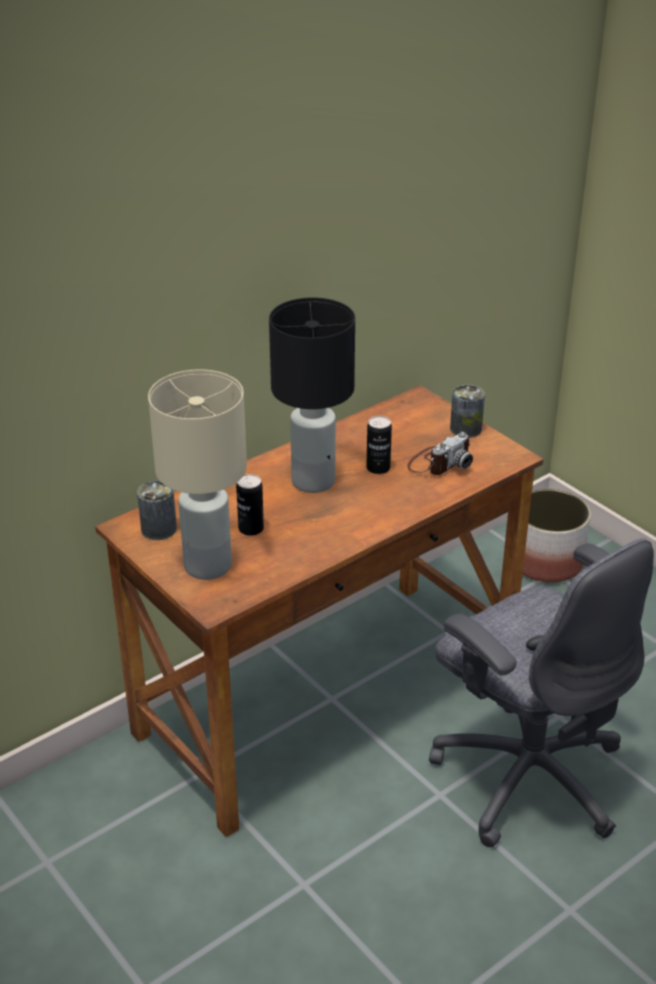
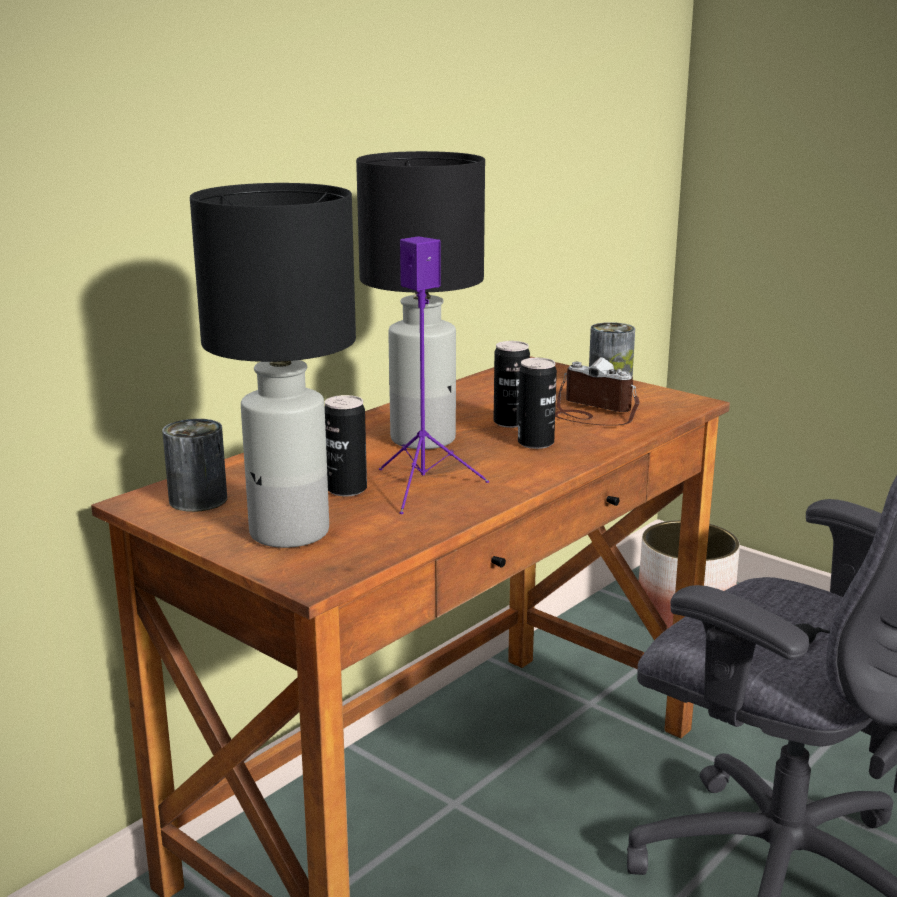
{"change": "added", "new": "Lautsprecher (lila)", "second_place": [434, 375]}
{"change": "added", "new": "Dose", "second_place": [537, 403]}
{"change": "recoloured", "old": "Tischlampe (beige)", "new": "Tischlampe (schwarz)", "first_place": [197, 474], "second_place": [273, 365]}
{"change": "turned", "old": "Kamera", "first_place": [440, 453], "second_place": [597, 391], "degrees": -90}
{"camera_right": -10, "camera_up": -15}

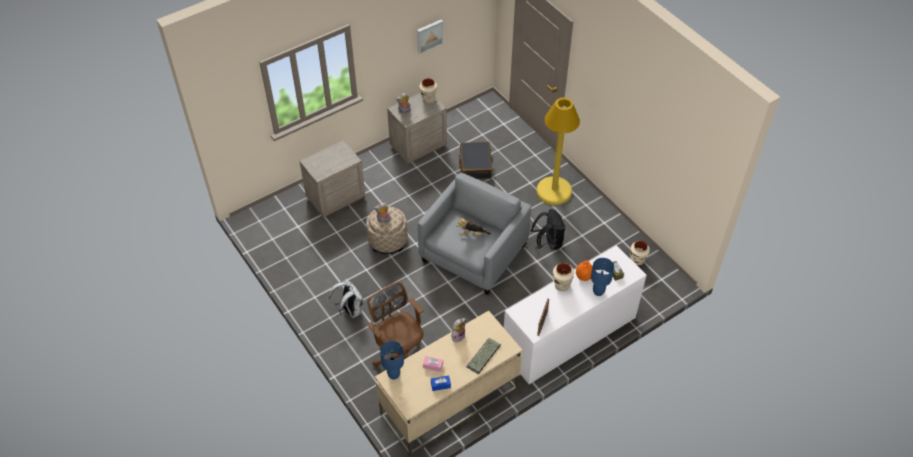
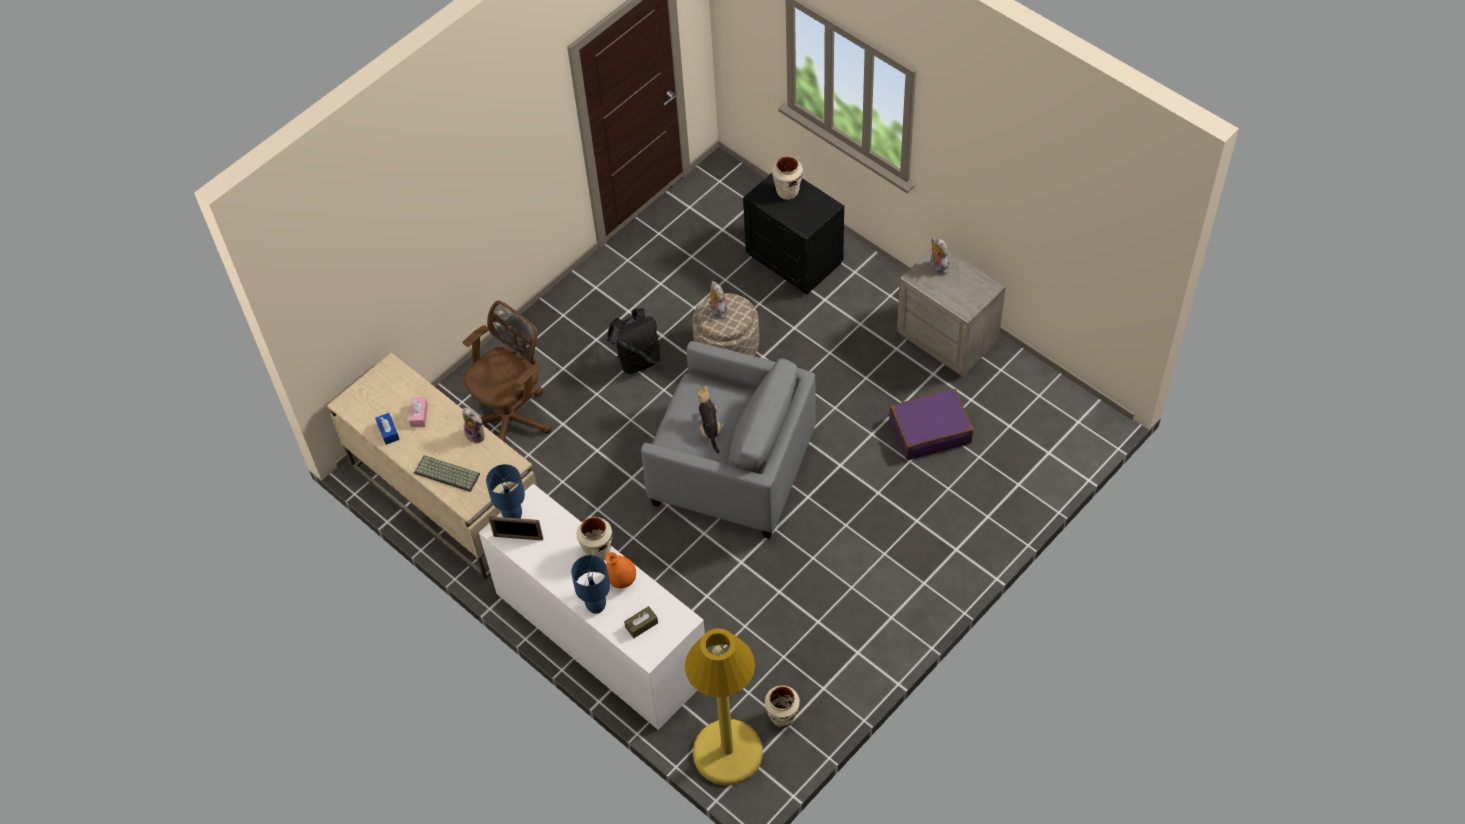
{"change": "removed", "old": "Rucksack (weiß)", "first_place": [346, 298]}
{"change": "removed", "old": "Bild", "first_place": [430, 36]}
{"change": "moved", "old": "Tischlampe (blau)", "first_place": [392, 360], "second_place": [505, 491]}
{"change": "moved", "old": "Vase (beige)", "first_place": [428, 91], "second_place": [787, 178]}
{"change": "moved", "old": "Rucksack (schwarz)", "first_place": [548, 230], "second_place": [633, 341]}
{"change": "moved", "old": "Stehlampe (gelb)", "first_place": [558, 151], "second_place": [724, 707]}
{"change": "recoloured", "old": "Nachttisch (beige)", "new": "Nachttisch (schwarz)", "first_place": [332, 178], "second_place": [793, 233]}
{"change": "recoloured", "old": "Koffer (schwarz)", "new": "Koffer (lila)", "first_place": [475, 160], "second_place": [931, 424]}
{"camera_right": 80, "camera_up": 5}

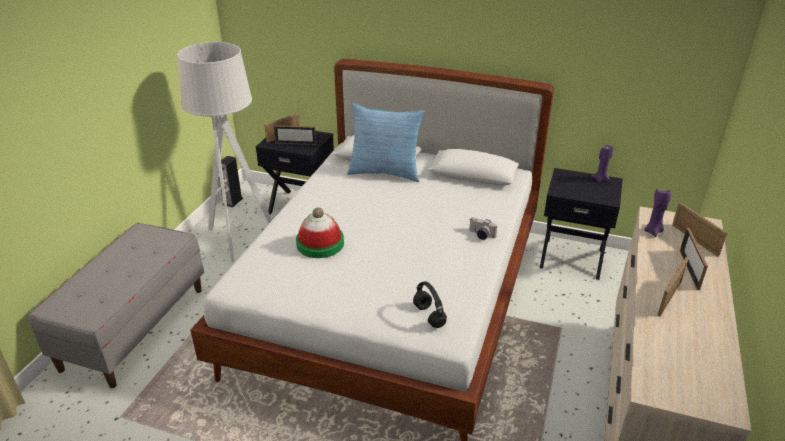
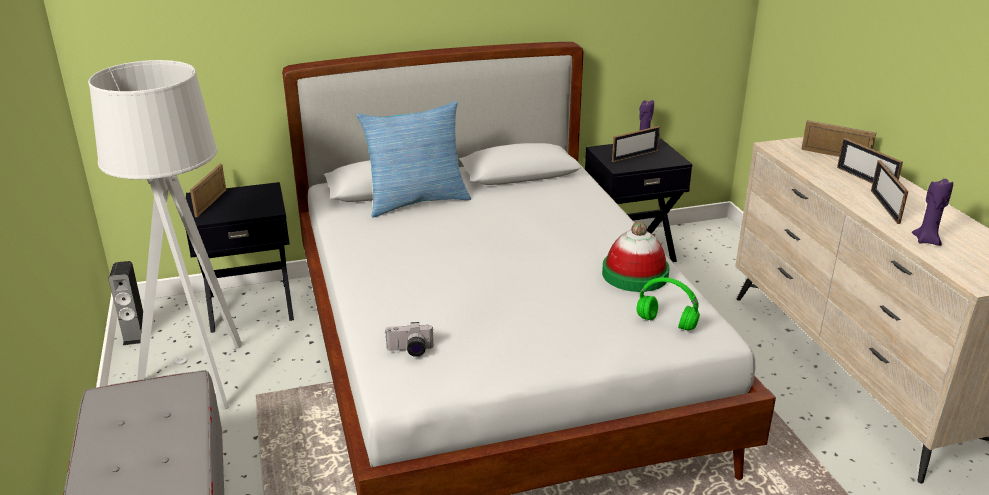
{"change": "moved", "old": "Bilderrahmen", "first_place": [295, 135], "second_place": [636, 144]}
{"change": "moved", "old": "Hut", "first_place": [320, 232], "second_place": [636, 257]}
{"change": "moved", "old": "Kamera", "first_place": [483, 228], "second_place": [409, 339]}
{"change": "moved", "old": "Kerze (lila)", "first_place": [657, 212], "second_place": [932, 212]}
{"change": "recoloured", "old": "Kopfhörer (schwarz)", "new": "Kopfhörer (grün)", "first_place": [430, 304], "second_place": [668, 303]}
{"camera_right": -35, "camera_up": -5}

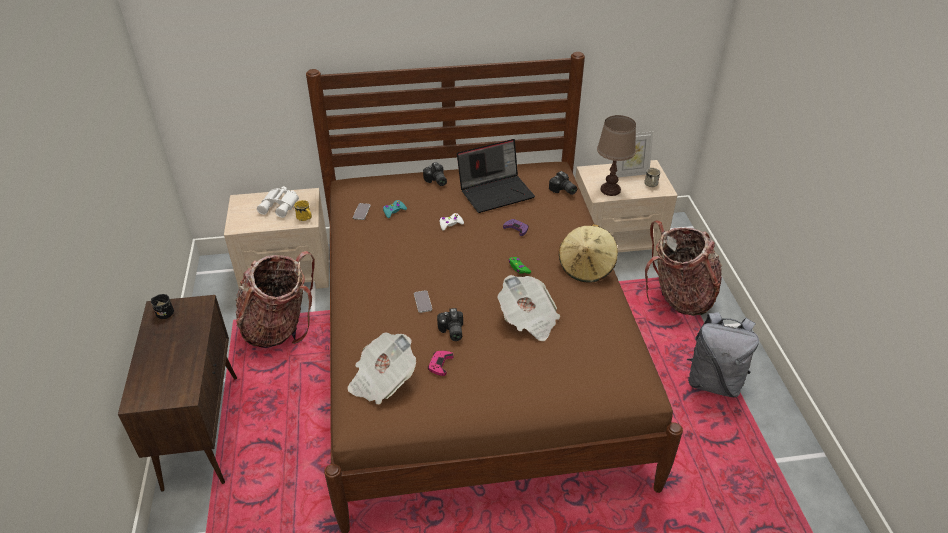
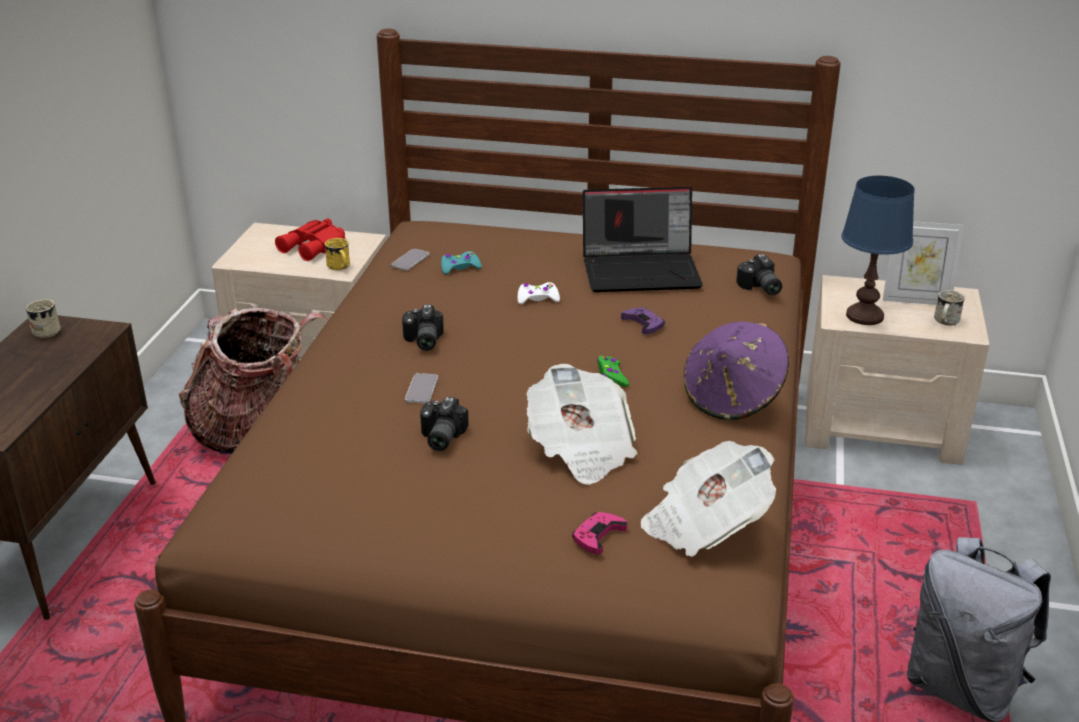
{"change": "removed", "old": "Rucksack", "first_place": [683, 268]}
{"change": "moved", "old": "Zeitung", "first_place": [382, 368], "second_place": [708, 499]}
{"change": "moved", "old": "Kamera", "first_place": [435, 174], "second_place": [423, 327]}
{"change": "moved", "old": "Gamepad (rosa)", "first_place": [440, 363], "second_place": [600, 533]}
{"change": "recoloured", "old": "Henkelbecher (schwarz)", "new": "Henkelbecher (beige)", "first_place": [162, 306], "second_place": [43, 318]}
{"change": "recoloured", "old": "Fernglas (weiß)", "new": "Fernglas (rot)", "first_place": [278, 202], "second_place": [310, 239]}
{"change": "recoloured", "old": "Hut (beige)", "new": "Hut (lila)", "first_place": [588, 253], "second_place": [736, 371]}
{"change": "recoloured", "old": "Tischlampe (braun)", "new": "Tischlampe (blau)", "first_place": [616, 155], "second_place": [878, 250]}
{"camera_right": 20, "camera_up": -10}

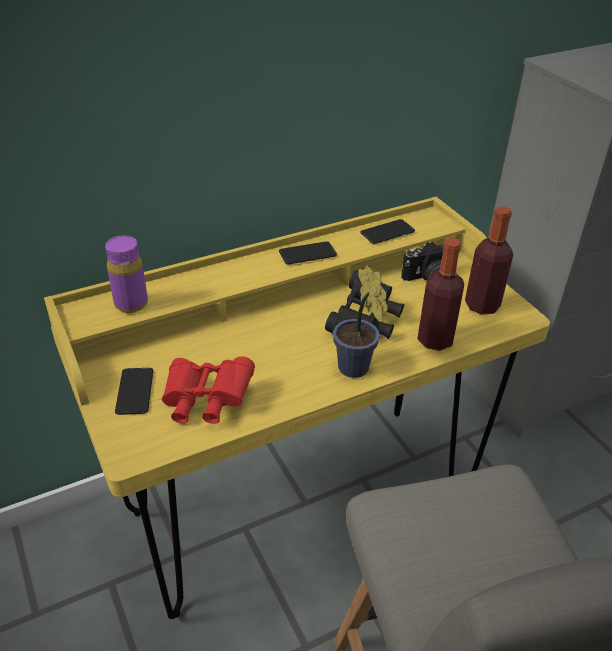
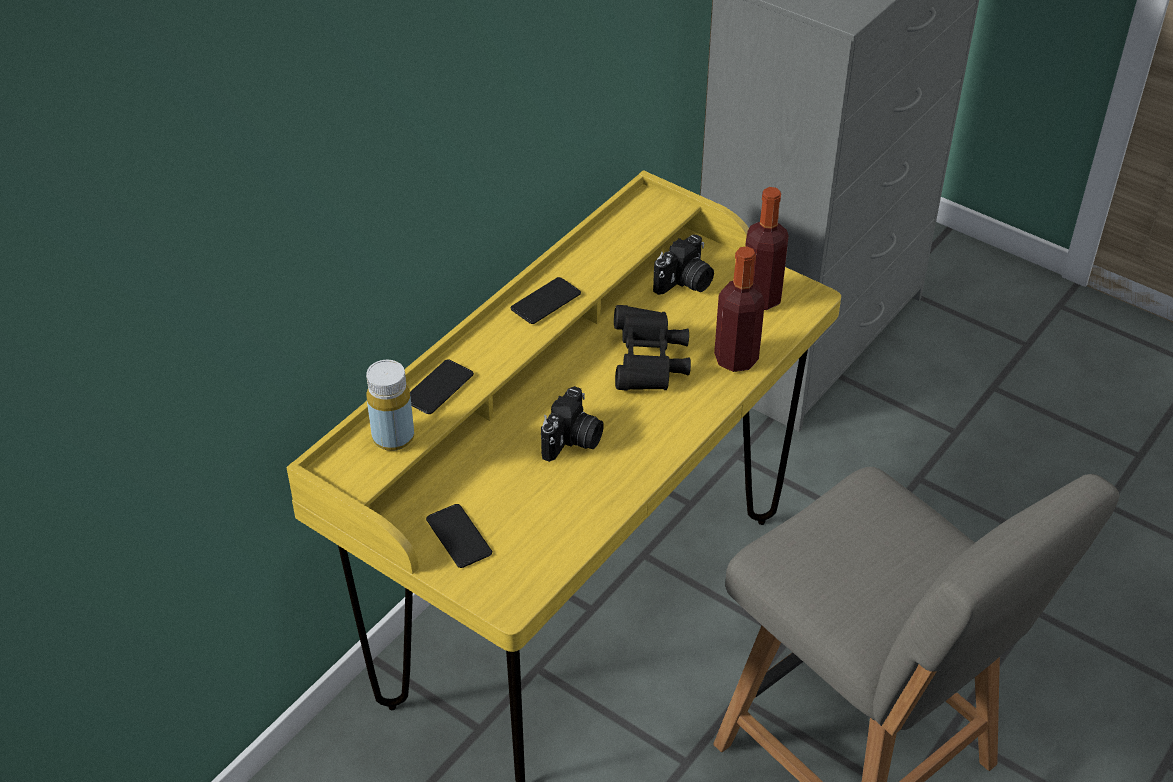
{"change": "removed", "old": "Fernglas (rot)", "first_place": [208, 390]}
{"change": "removed", "old": "Topfpflanze", "first_place": [360, 321]}
{"change": "added", "new": "Kamera", "second_place": [572, 424]}
{"change": "moved", "old": "Handy", "first_place": [387, 231], "second_place": [442, 386]}
{"change": "recoloured", "old": "Flasche (lila)", "new": "Flasche (gelb)", "first_place": [126, 274], "second_place": [390, 405]}
{"camera_right": -25, "camera_up": 5}

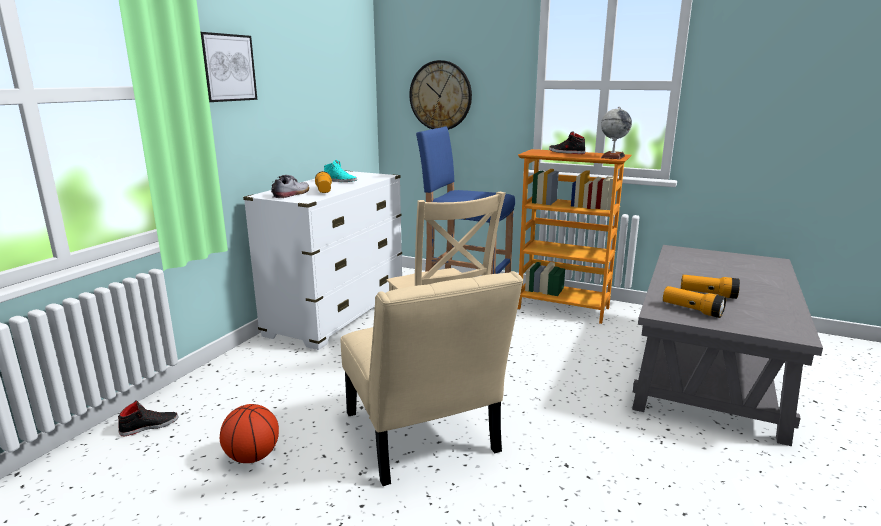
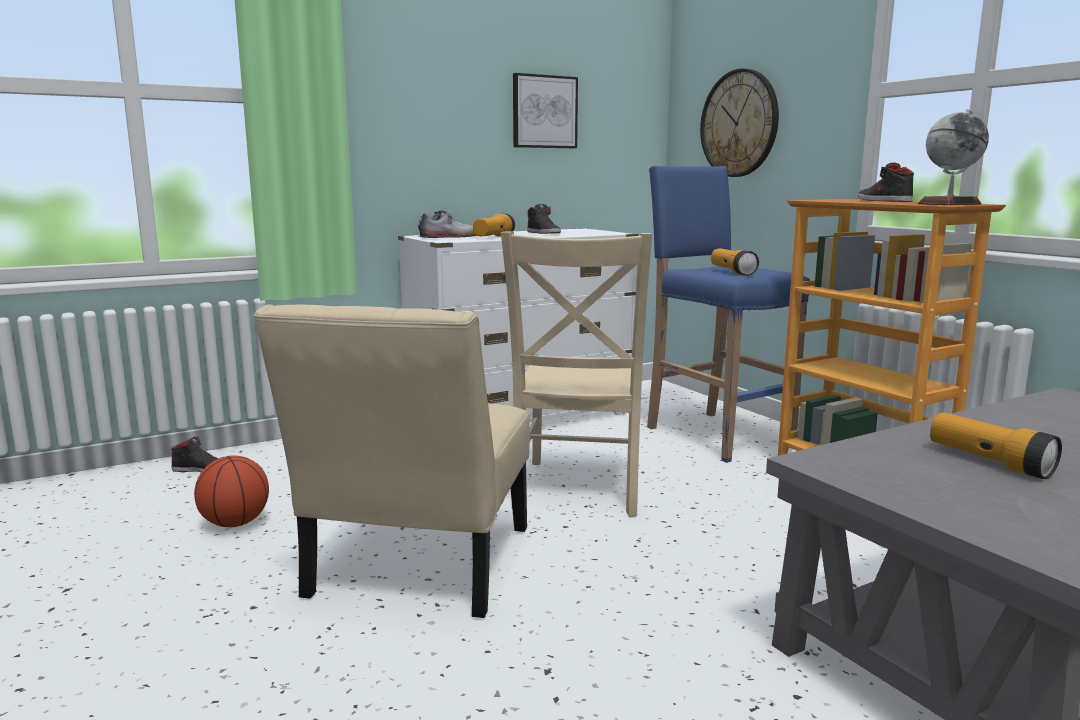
{"change": "moved", "old": "Bild", "first_place": [229, 67], "second_place": [545, 110]}
{"change": "moved", "old": "Taschenlampe", "first_place": [694, 302], "second_place": [735, 262]}
{"change": "recoloured", "old": "Schuh (türkis)", "new": "Schuh (schwarz)", "first_place": [340, 171], "second_place": [544, 219]}
{"camera_right": 35, "camera_up": -5}

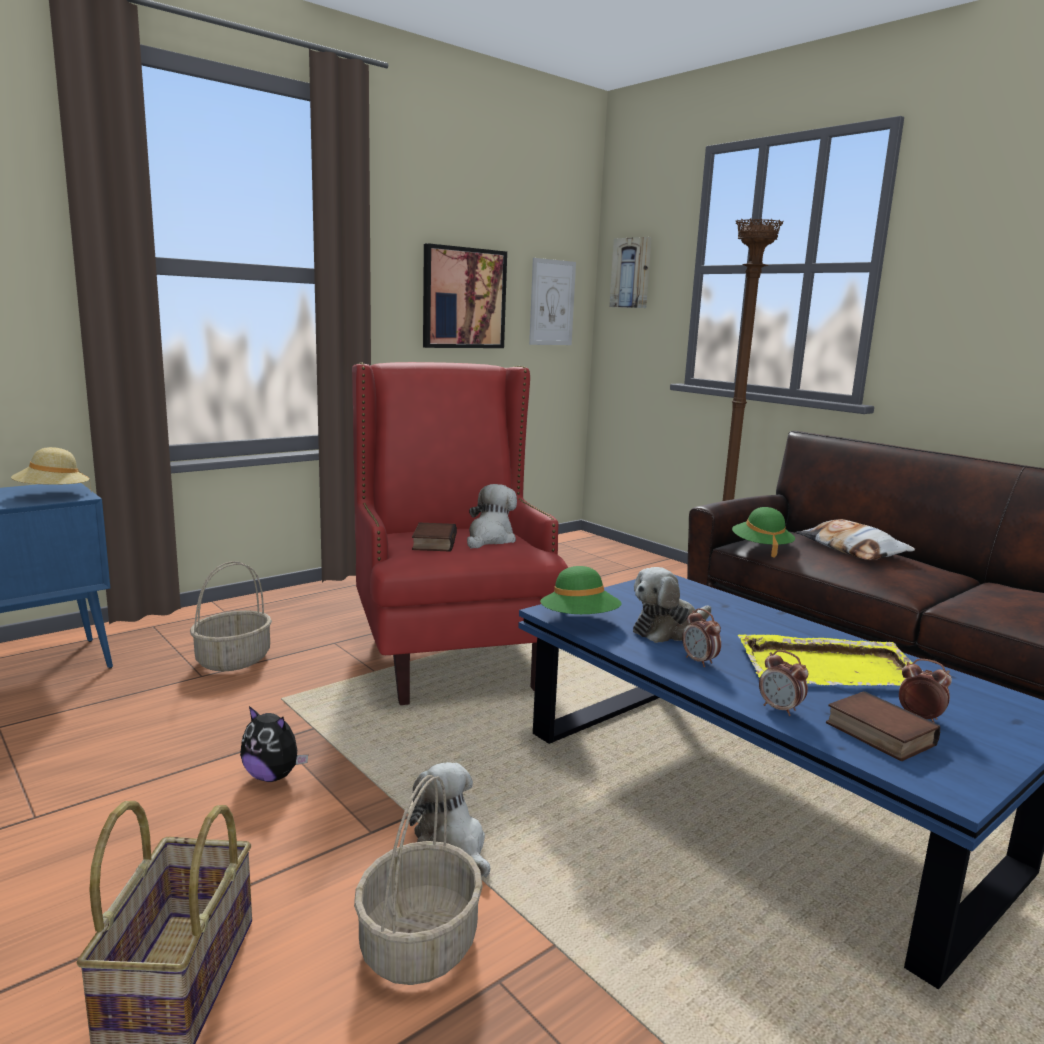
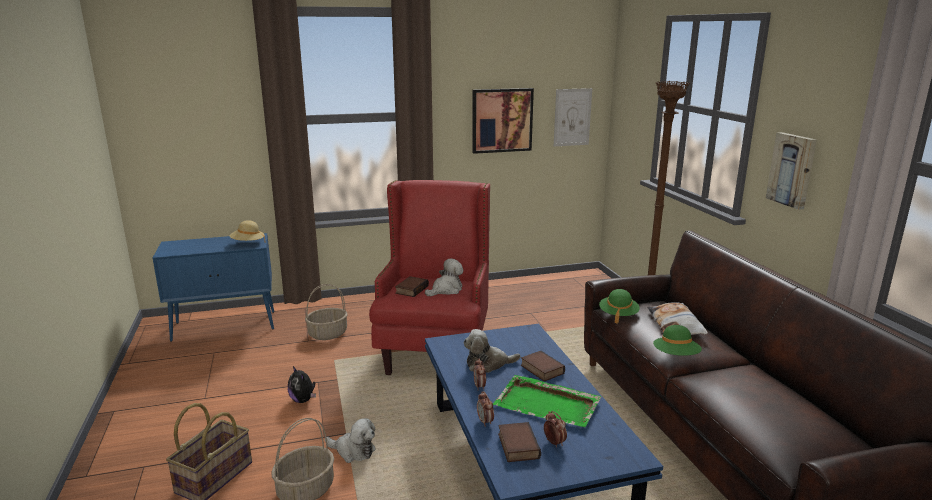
{"change": "added", "new": "Buch", "second_place": [543, 366]}
{"change": "moved", "old": "Hut (grün)", "first_place": [581, 590], "second_place": [677, 340]}
{"change": "moved", "old": "Bild", "first_place": [630, 272], "second_place": [791, 171]}
{"change": "recoloured", "old": "Tablett (gelb)", "new": "Tablett (grün)", "first_place": [825, 660], "second_place": [547, 401]}
{"change": "turned", "old": "Plüschtier", "first_place": [449, 819], "second_place": [350, 440], "degrees": 120}
{"camera_right": 25, "camera_up": 5}

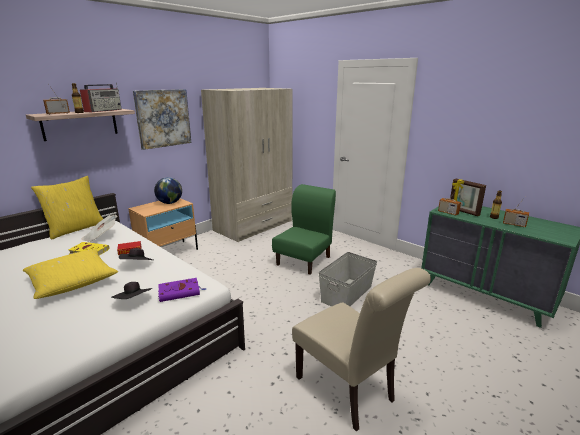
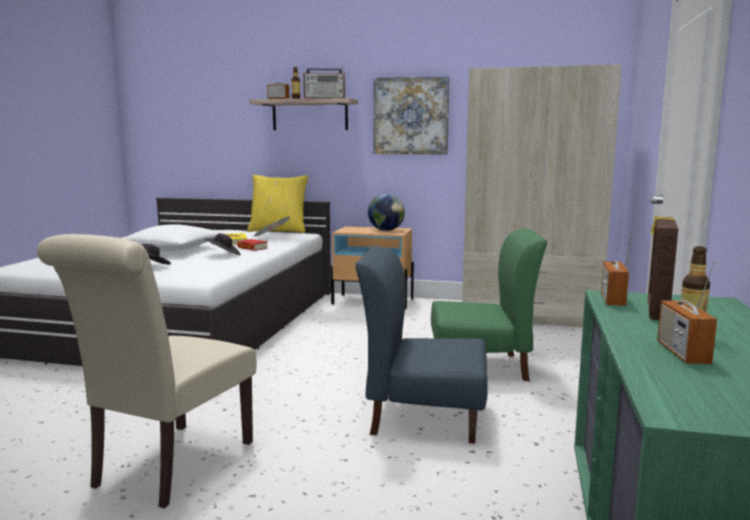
{"change": "removed", "old": "Buch (lila)", "first_place": [182, 290]}
{"change": "replaced", "old": "Aufbewahrungsbox (grau)", "new": "Stuhl (blau)", "first_place": [348, 279], "second_place": [421, 345]}
{"change": "recoloured", "old": "Kissen (gelb)", "new": "Kissen (weiß)", "first_place": [70, 274], "second_place": [171, 237]}
{"camera_right": 60, "camera_up": -10}

